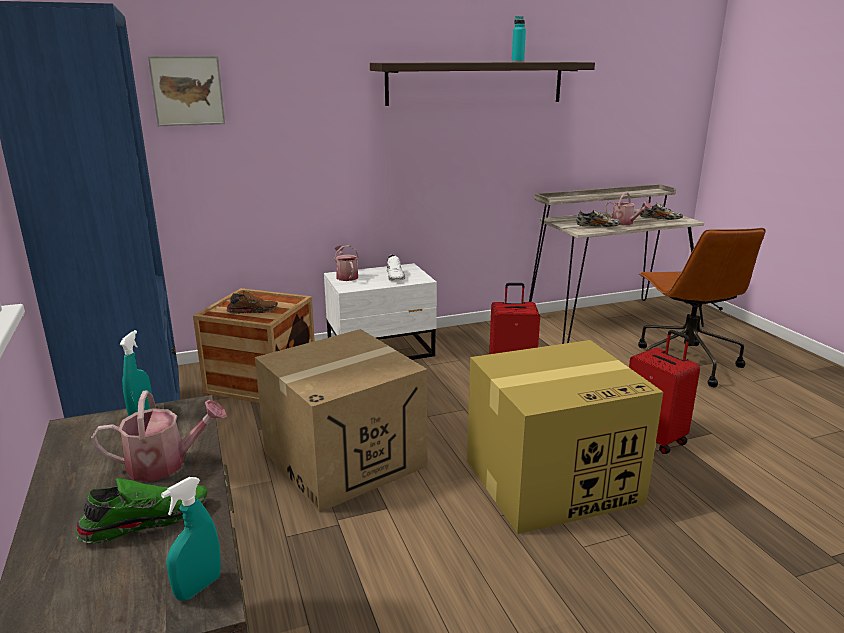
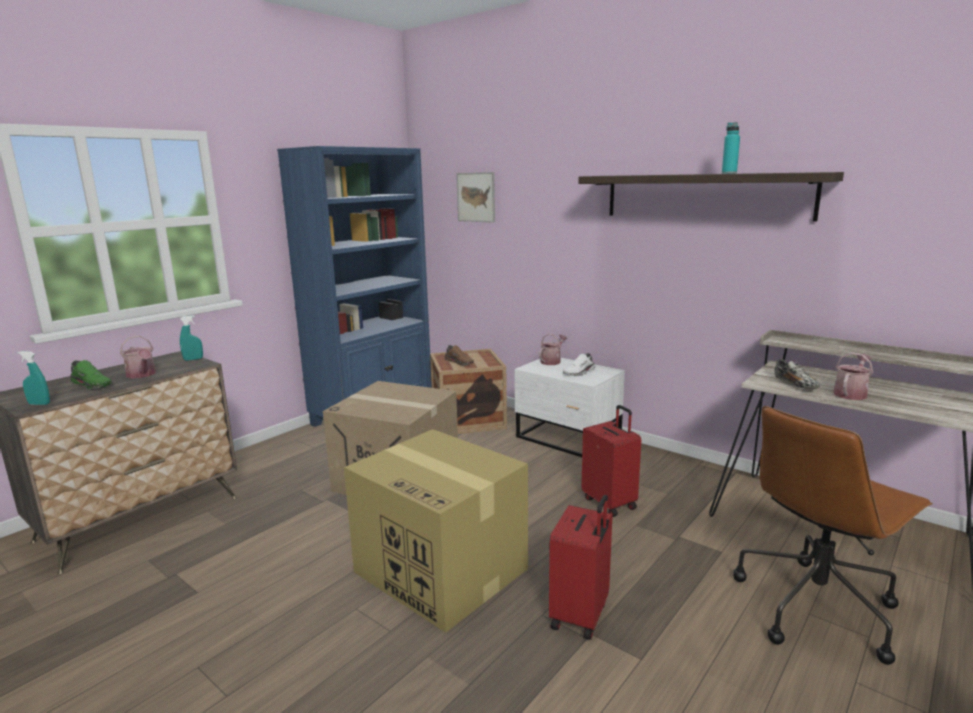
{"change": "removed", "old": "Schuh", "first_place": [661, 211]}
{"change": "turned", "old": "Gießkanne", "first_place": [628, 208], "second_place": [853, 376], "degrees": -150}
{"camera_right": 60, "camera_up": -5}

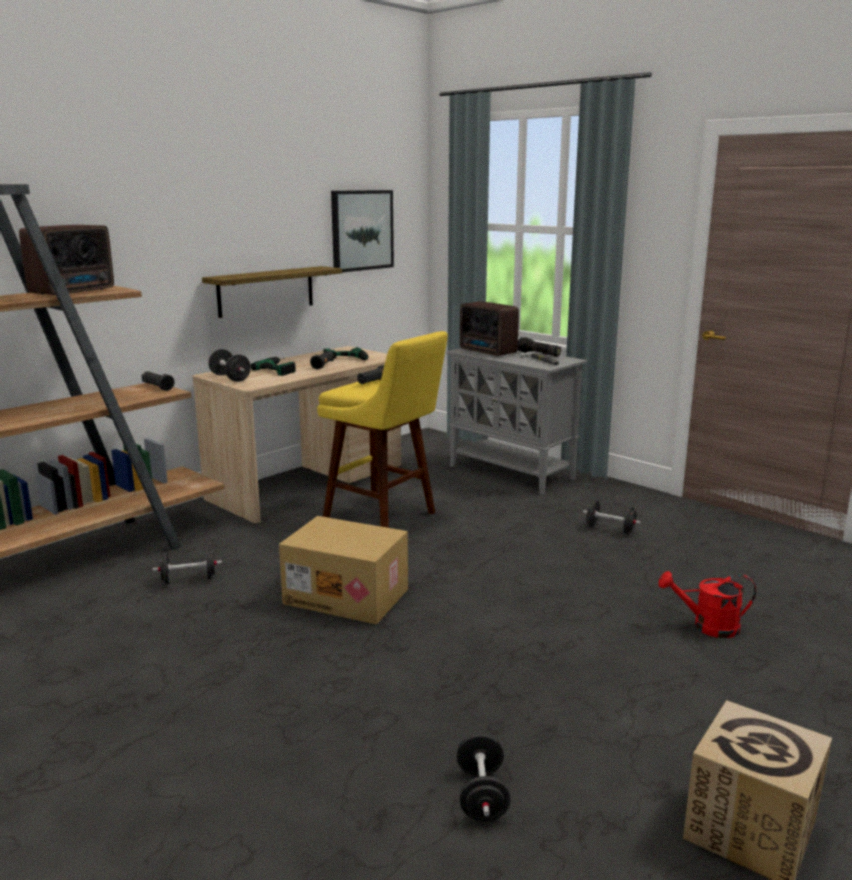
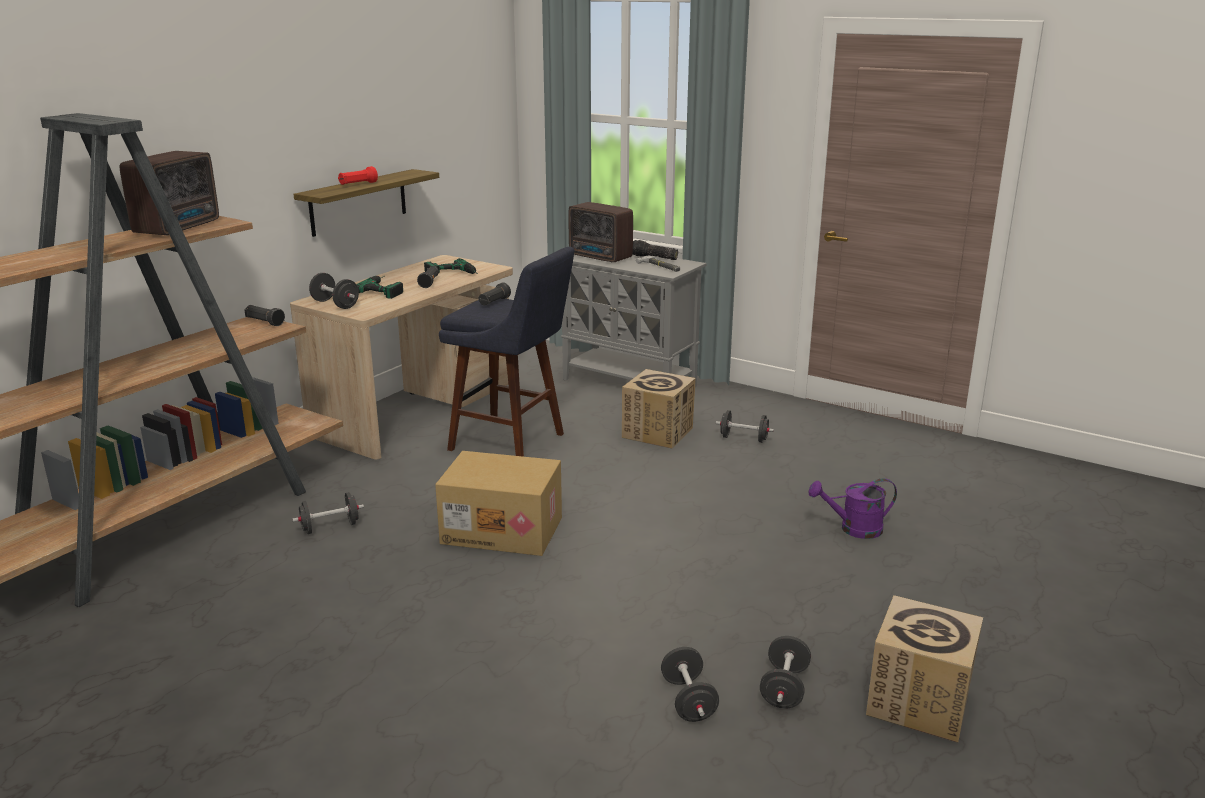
{"change": "removed", "old": "Bild", "first_place": [362, 231]}
{"change": "added", "new": "Taschenlampe (rot)", "second_place": [358, 175]}
{"change": "added", "new": "Karton", "second_place": [659, 409]}
{"change": "added", "new": "Hantel (schwarz)", "second_place": [785, 672]}
{"change": "recoloured", "old": "Hocker (gelb)", "new": "Hocker (blau)", "first_place": [382, 429], "second_place": [506, 352]}
{"change": "recoloured", "old": "Gießkanne (rot)", "new": "Gießkanne (lila)", "first_place": [707, 604], "second_place": [853, 508]}
{"camera_right": -10, "camera_up": 5}

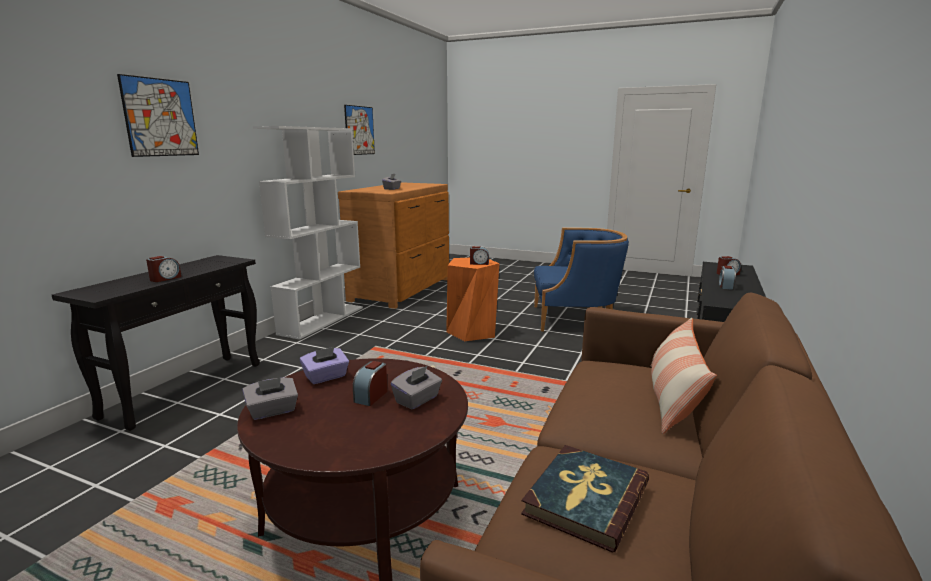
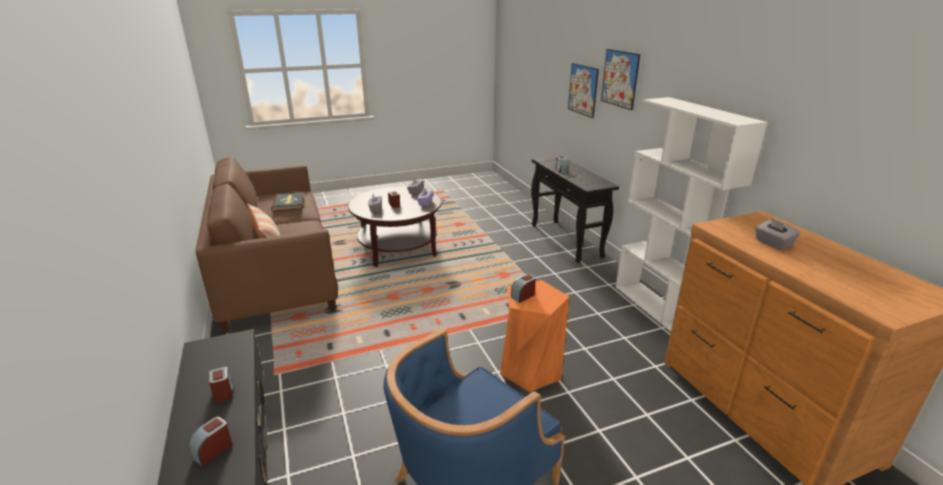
{"change": "moved", "old": "Bild", "first_place": [359, 130], "second_place": [583, 90]}
{"camera_right": 135, "camera_up": 10}

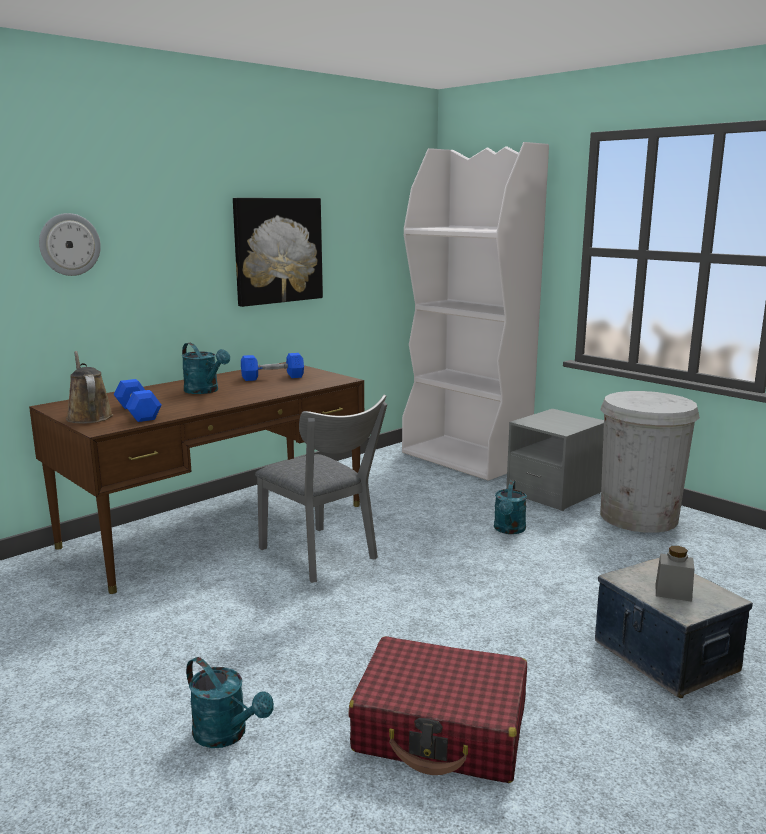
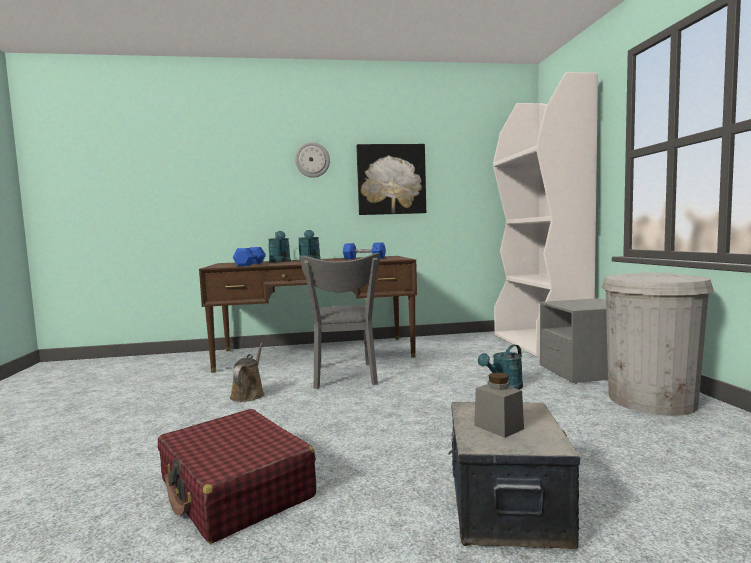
{"change": "moved", "old": "Wanduhr", "first_place": [70, 244], "second_place": [312, 160]}
{"change": "moved", "old": "Gießkanne (braun)", "first_place": [89, 387], "second_place": [247, 372]}
{"change": "moved", "old": "Gießkanne (türkis)", "first_place": [230, 702], "second_place": [279, 246]}
{"camera_right": 35, "camera_up": -10}

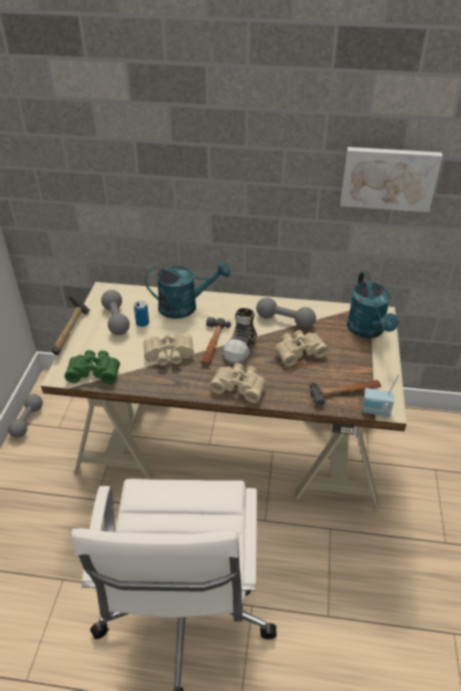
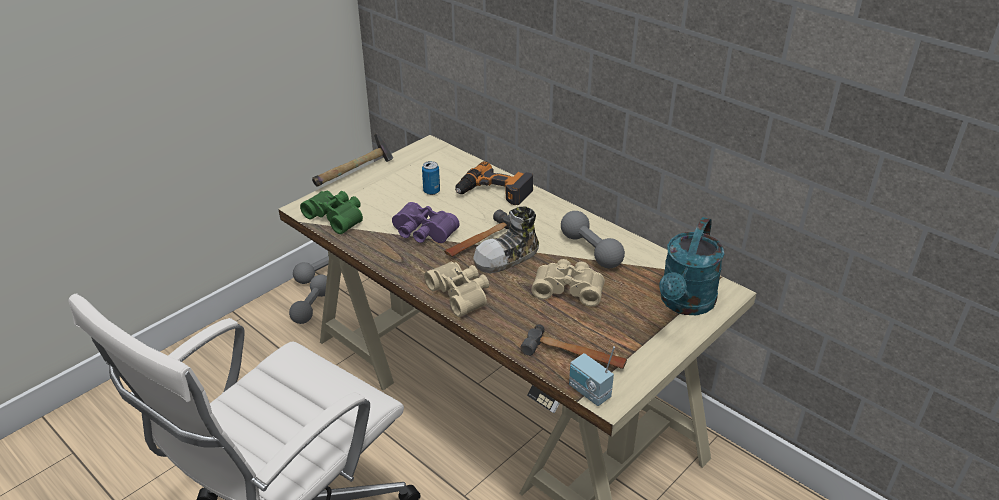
{"change": "removed", "old": "Bild", "first_place": [391, 179]}
{"change": "moved", "old": "Hantel (grau)", "first_place": [115, 312], "second_place": [308, 299]}
{"change": "replaced", "old": "Gießkanne (türkis)", "new": "Bohrmaschine", "first_place": [188, 290], "second_place": [494, 183]}
{"change": "recoloured", "old": "Fernglas (beige)", "new": "Fernglas (lila)", "first_place": [168, 349], "second_place": [426, 222]}
{"camera_right": 35, "camera_up": -5}

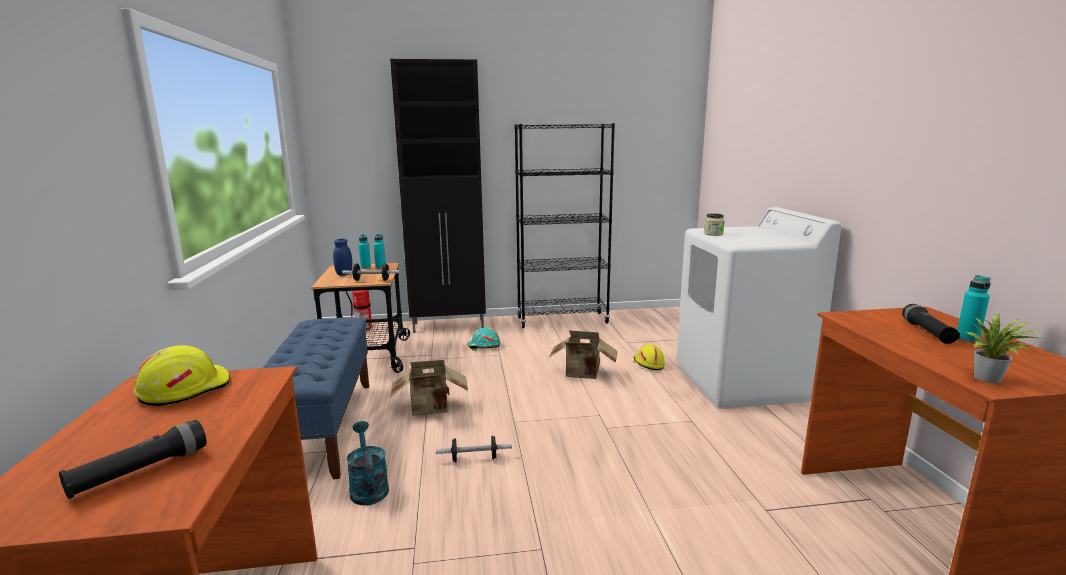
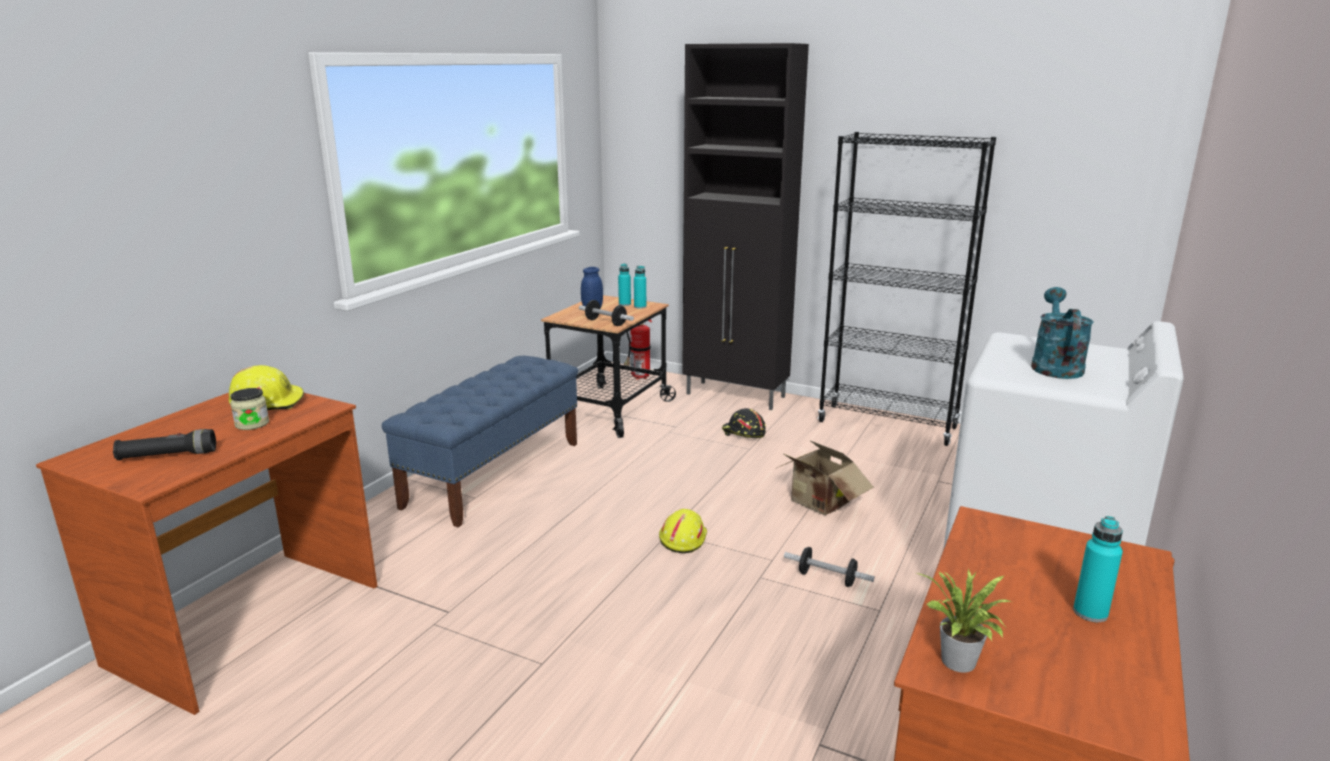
{"change": "removed", "old": "Karton", "first_place": [429, 388]}
{"change": "removed", "old": "Taschenlampe (schwarz)", "first_place": [931, 324]}
{"change": "moved", "old": "Gießkanne (türkis)", "first_place": [367, 463], "second_place": [1062, 333]}
{"change": "moved", "old": "Hantel", "first_place": [474, 449], "second_place": [829, 567]}
{"change": "moved", "old": "Schutzhelm (gelb)", "first_place": [649, 357], "second_place": [683, 531]}
{"change": "moved", "old": "Vorratsglas", "first_place": [714, 224], "second_place": [249, 409]}
{"change": "recoloured", "old": "Schutzhelm (türkis)", "new": "Schutzhelm (schwarz)", "first_place": [483, 339], "second_place": [744, 423]}
{"camera_right": 35, "camera_up": 5}

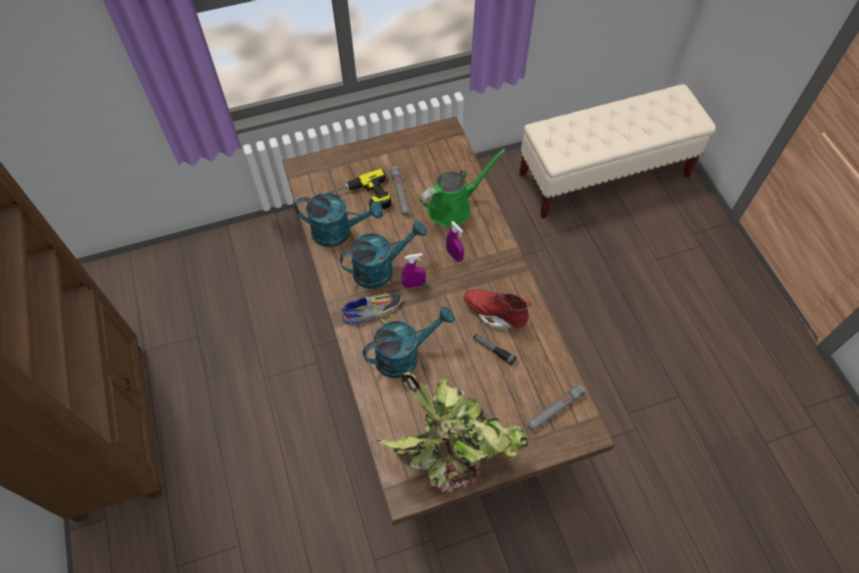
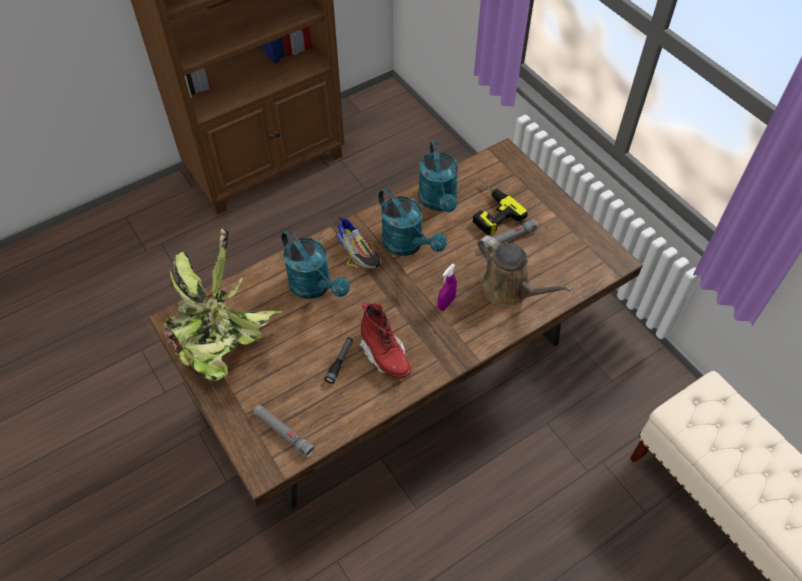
{"change": "removed", "old": "Sprühflasche (lila)", "first_place": [414, 270]}
{"change": "recoloured", "old": "Gießkanne (grün)", "new": "Gießkanne (braun)", "first_place": [463, 187], "second_place": [525, 270]}
{"change": "turned", "old": "Stiefel (rot)", "first_place": [497, 309], "second_place": [385, 340], "degrees": 135}
{"camera_right": 75, "camera_up": -5}

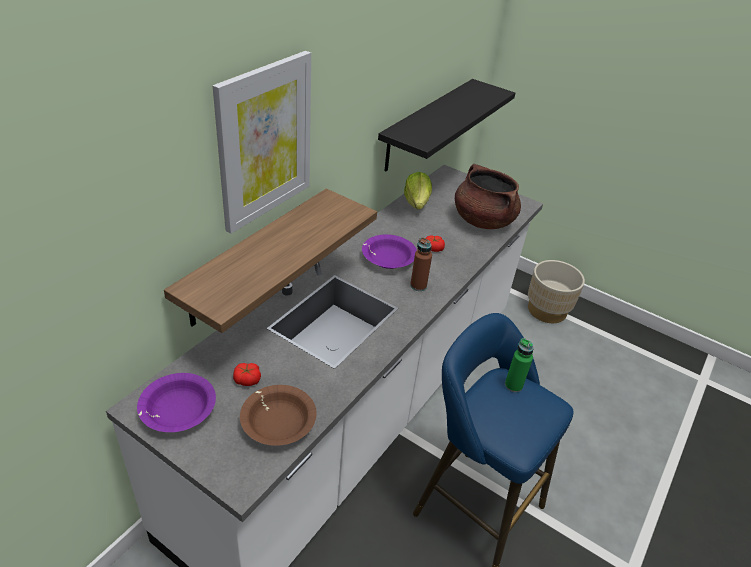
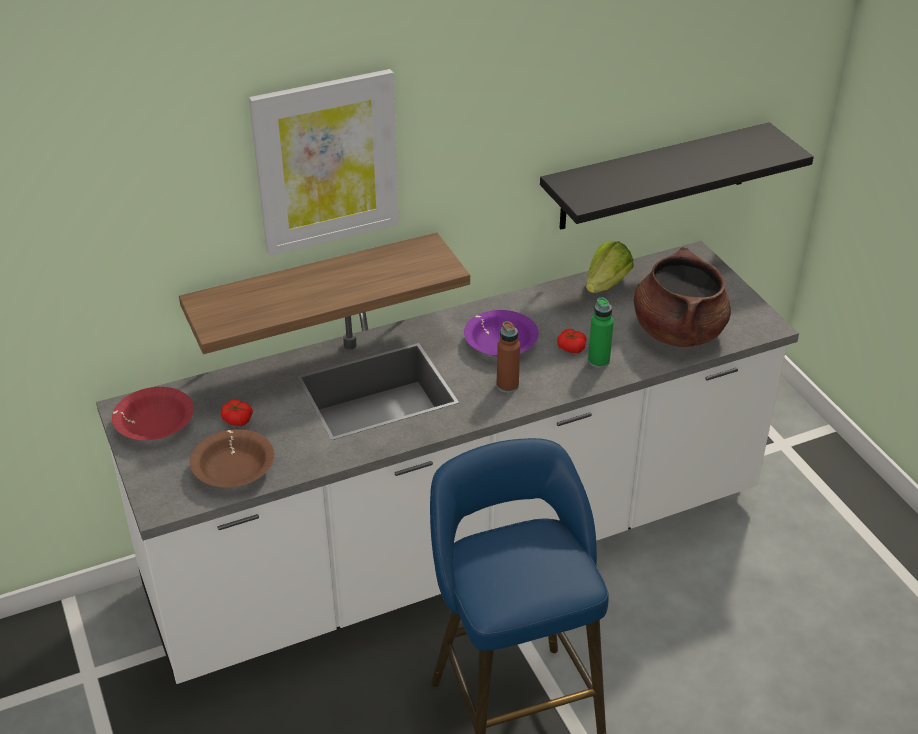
{"change": "removed", "old": "Pflanzkübel (beige)", "first_place": [556, 291]}
{"change": "moved", "old": "Flasche (grün)", "first_place": [519, 365], "second_place": [601, 332]}
{"change": "recoloured", "old": "Schüssel (lila)", "new": "Schüssel (rot)", "first_place": [176, 402], "second_place": [153, 413]}
{"camera_right": 35, "camera_up": 0}

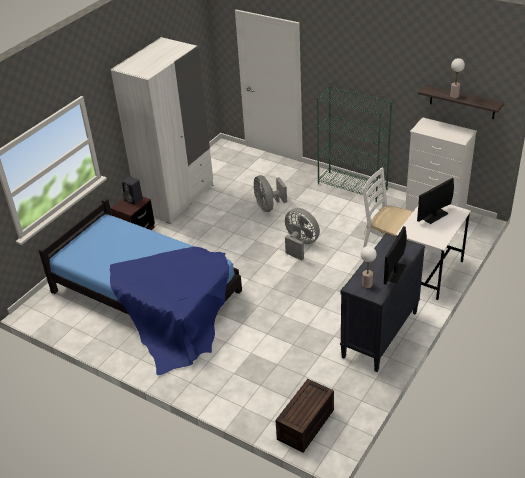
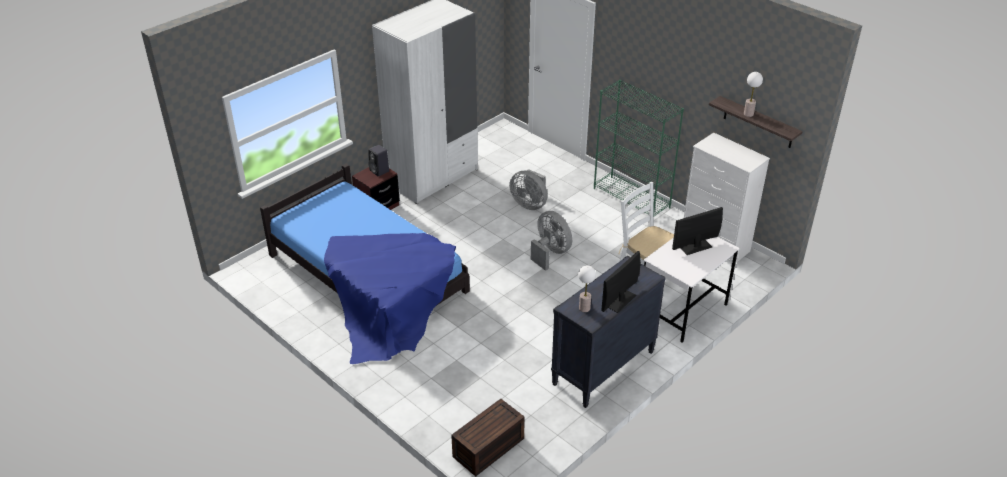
{"change": "turned", "old": "Ventilator (grau)", "first_place": [270, 193], "second_place": [528, 189], "degrees": -45}
{"camera_right": 10, "camera_up": 0}

